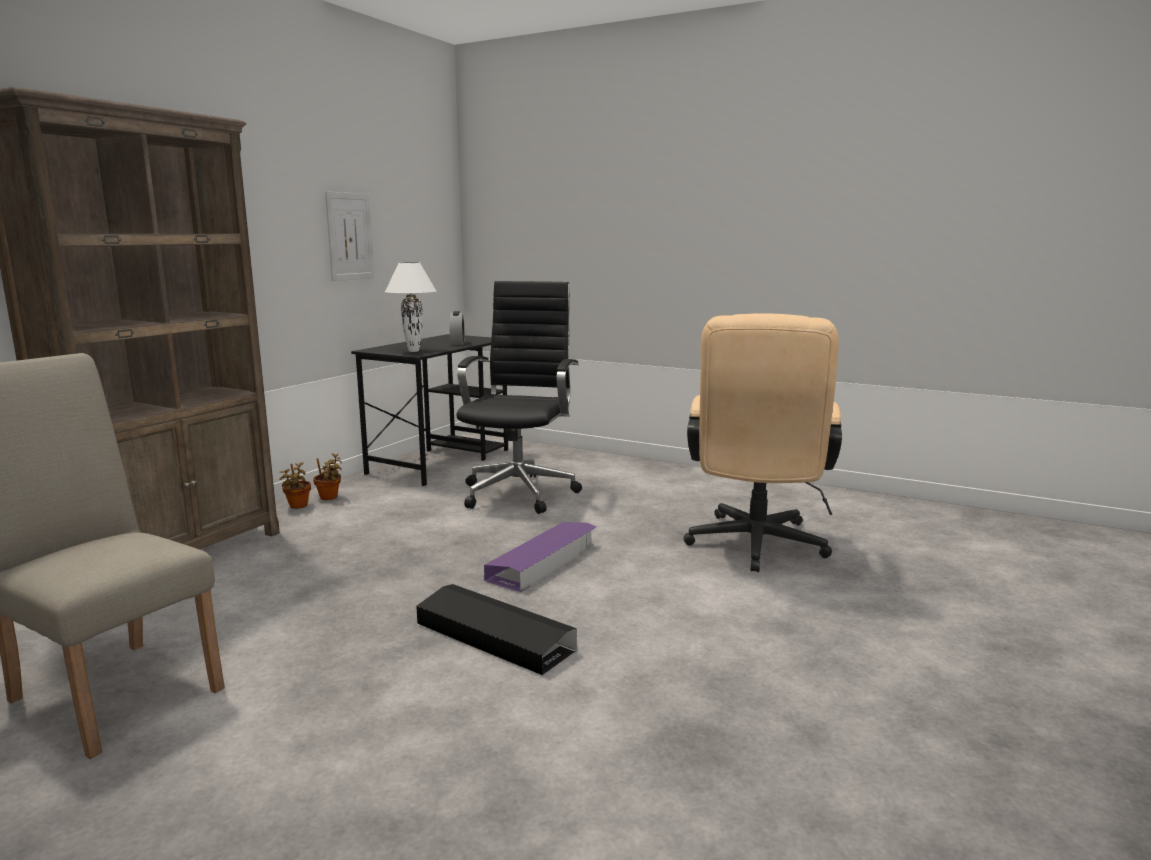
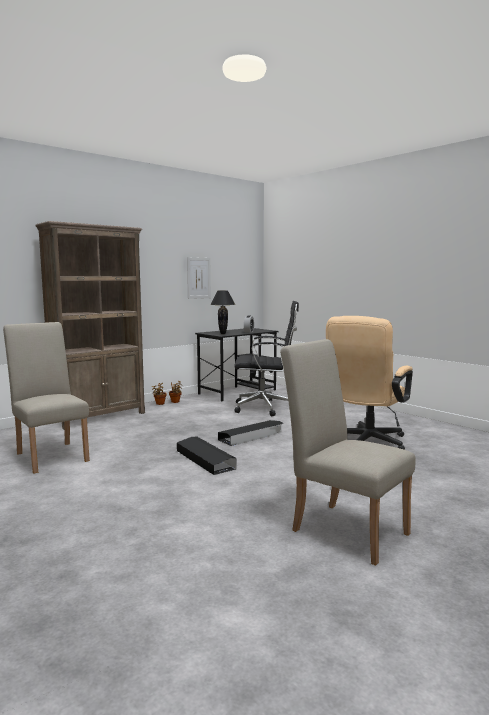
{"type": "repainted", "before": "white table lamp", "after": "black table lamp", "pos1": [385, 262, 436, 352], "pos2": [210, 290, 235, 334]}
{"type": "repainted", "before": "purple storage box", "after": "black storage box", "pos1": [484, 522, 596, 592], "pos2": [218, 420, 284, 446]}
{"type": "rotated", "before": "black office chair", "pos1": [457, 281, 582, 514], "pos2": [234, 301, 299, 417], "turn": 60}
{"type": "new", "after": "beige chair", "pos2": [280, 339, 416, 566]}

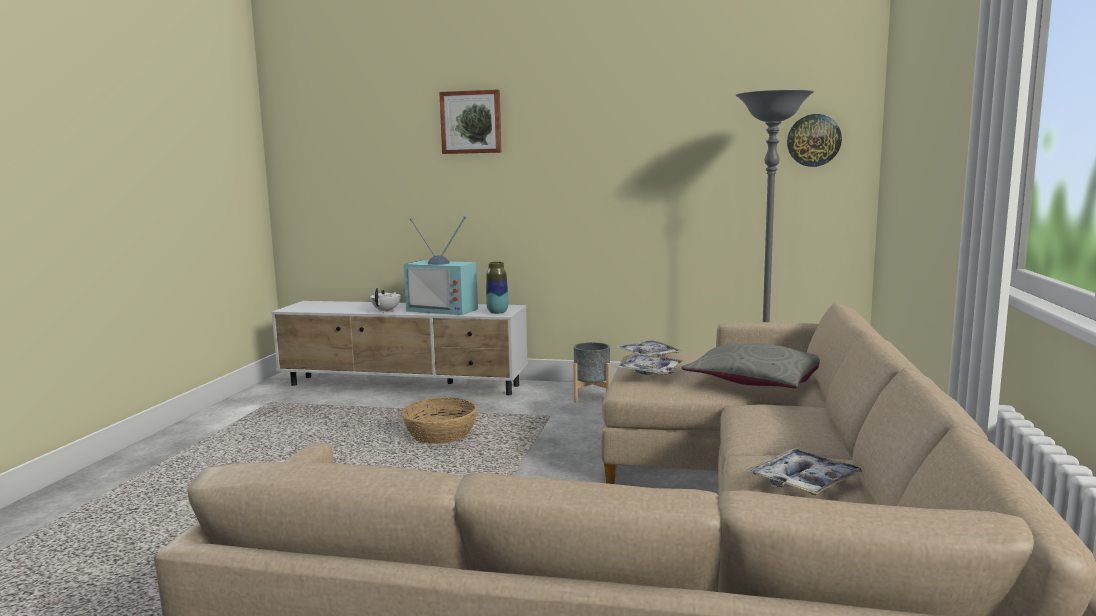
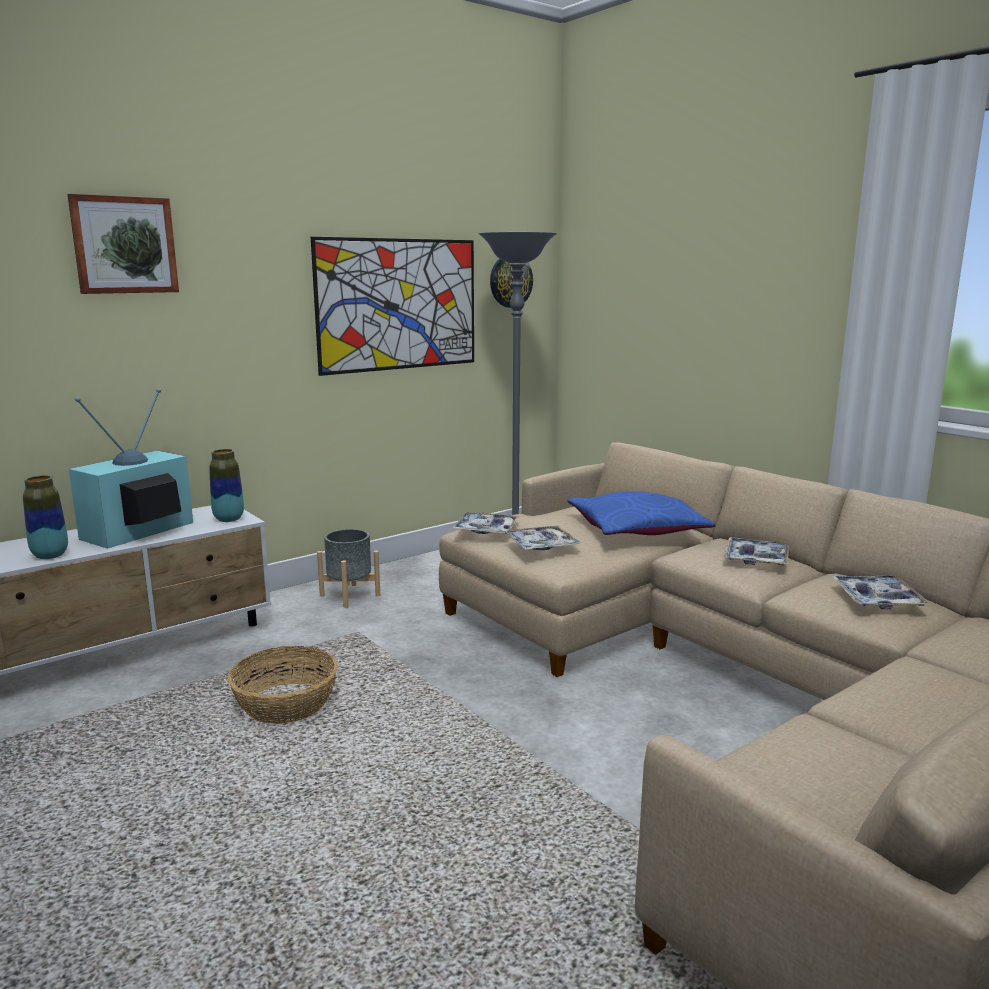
{"type": "swapped", "before": "white teapot", "after": "vase", "pos1": [370, 288, 401, 313], "pos2": [23, 476, 68, 559]}
{"type": "rotated", "before": "television", "pos1": [404, 216, 478, 315], "pos2": [69, 388, 193, 549], "turn": 150}
{"type": "new", "after": "picture", "pos2": [311, 237, 474, 376]}
{"type": "repainted", "before": "grey pillow", "after": "blue pillow", "pos1": [682, 343, 820, 388], "pos2": [567, 491, 716, 535]}
{"type": "new", "after": "tray", "pos2": [724, 537, 789, 565]}

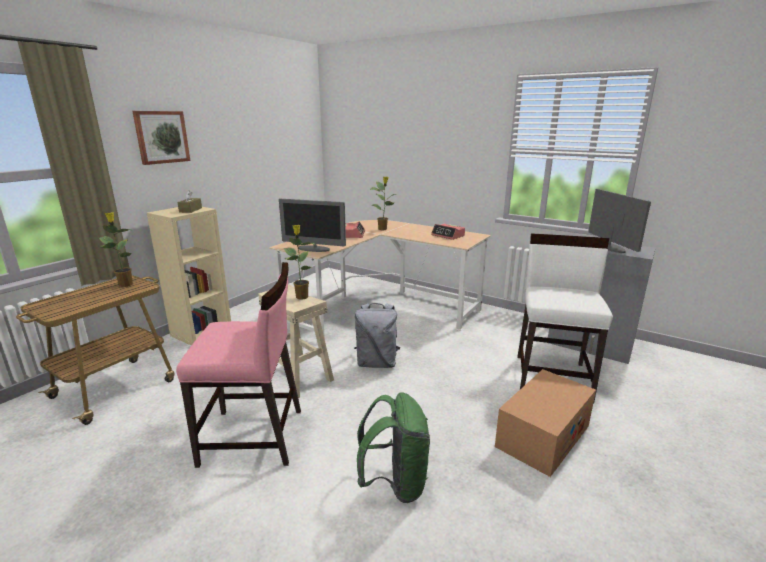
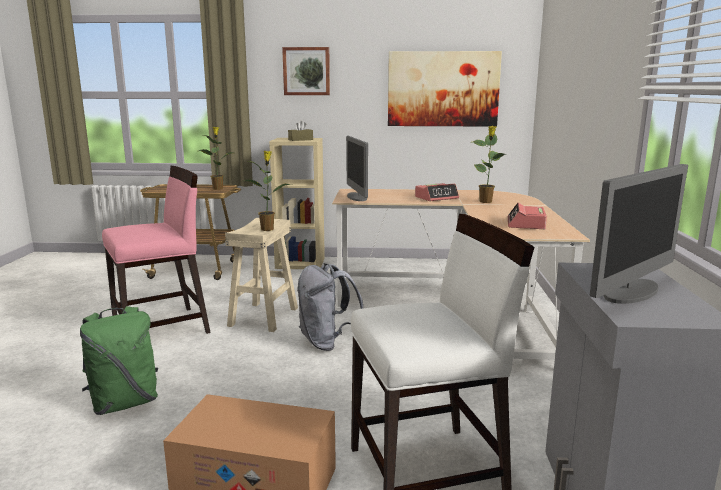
{"type": "rotated", "before": "pink chair", "pos1": [176, 262, 301, 468], "pos2": [102, 166, 211, 334], "turn": -90}
{"type": "new", "after": "picture", "pos2": [388, 51, 502, 127]}

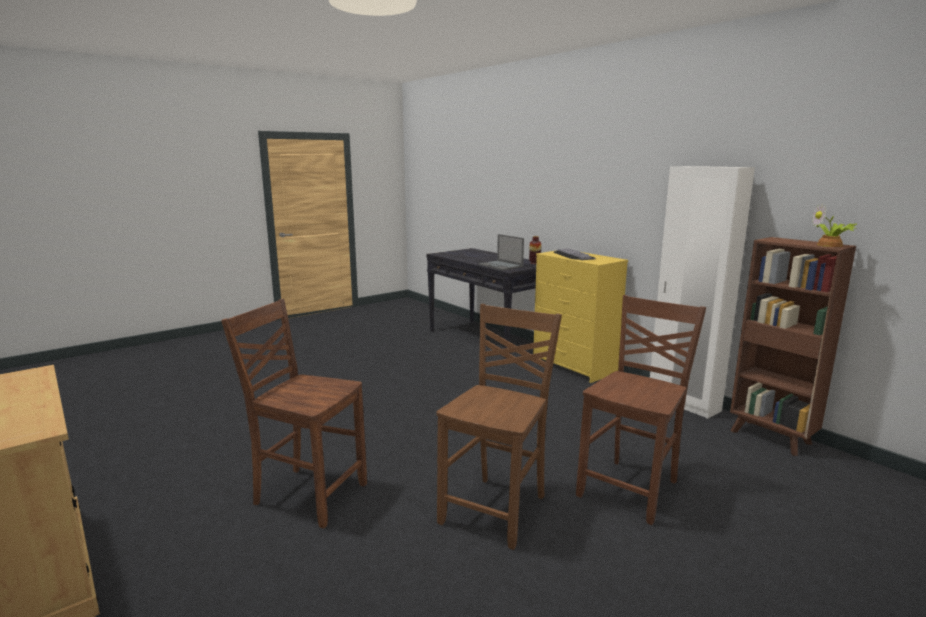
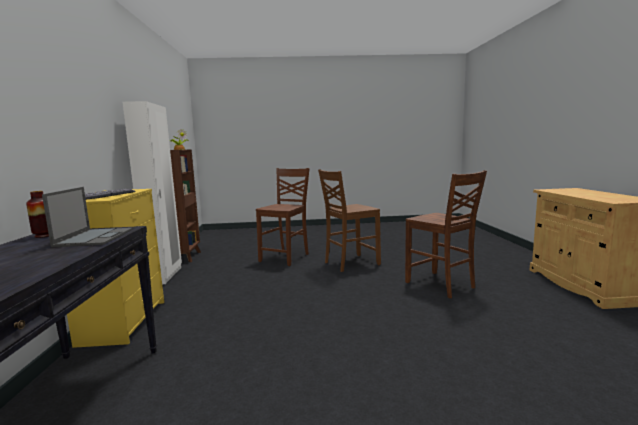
{"type": "rotated", "before": "brown chair", "pos1": [576, 295, 706, 525], "pos2": [256, 168, 310, 266], "turn": 135}

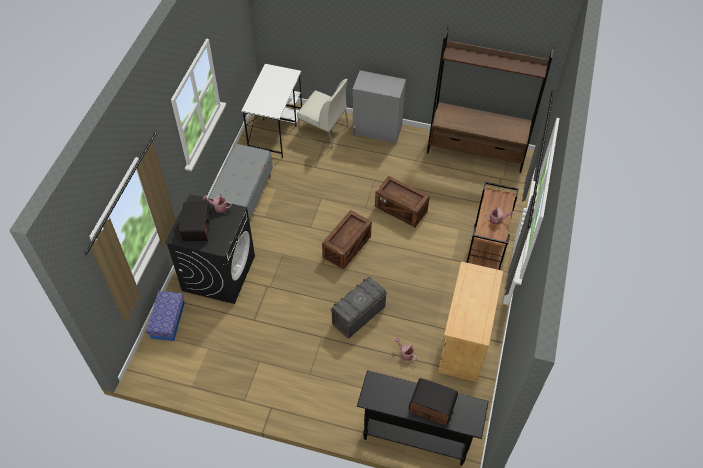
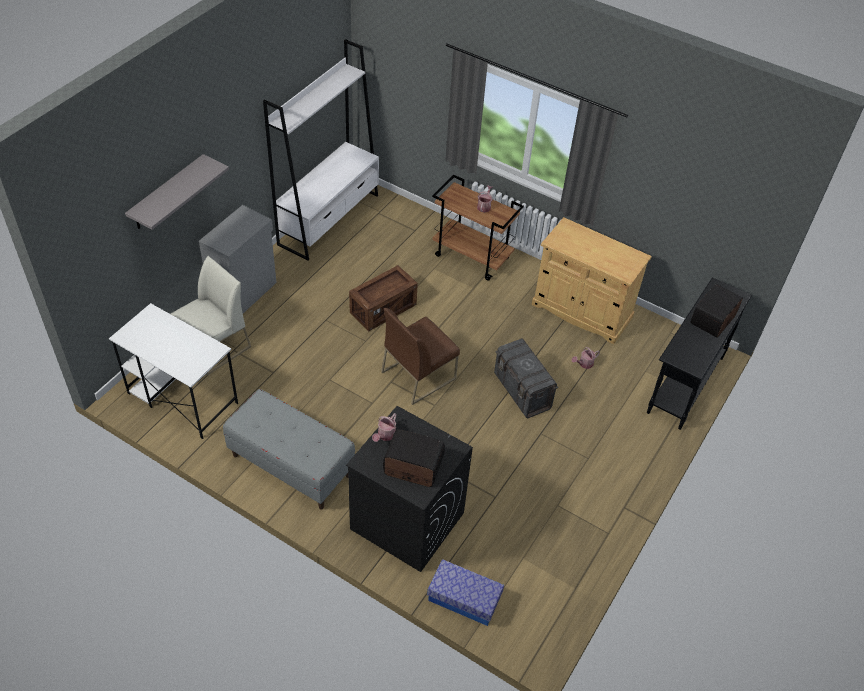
{"type": "new", "after": "grey shelf", "pos2": [125, 154, 229, 230]}
{"type": "repainted", "before": "brown bookcase", "after": "white bookcase", "pos1": [427, 27, 554, 173], "pos2": [263, 39, 379, 261]}
{"type": "swapped", "before": "crate", "after": "brown chair", "pos1": [322, 210, 372, 270], "pos2": [381, 308, 460, 405]}

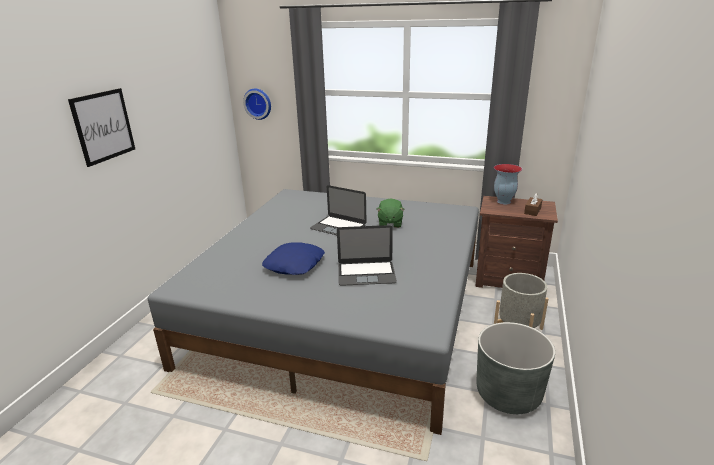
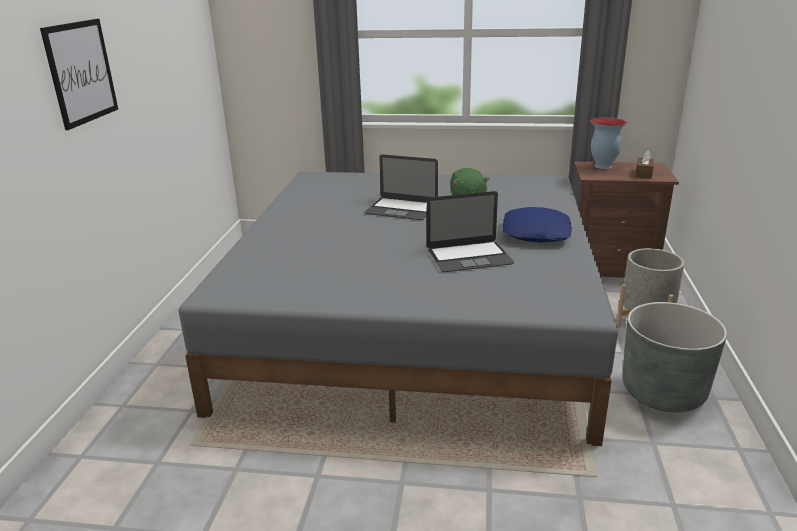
{"type": "shifted", "before": "blue pillow", "pos1": [262, 242, 325, 275], "pos2": [503, 207, 572, 242]}
{"type": "gone", "before": "wall clock", "pos1": [243, 89, 271, 120]}

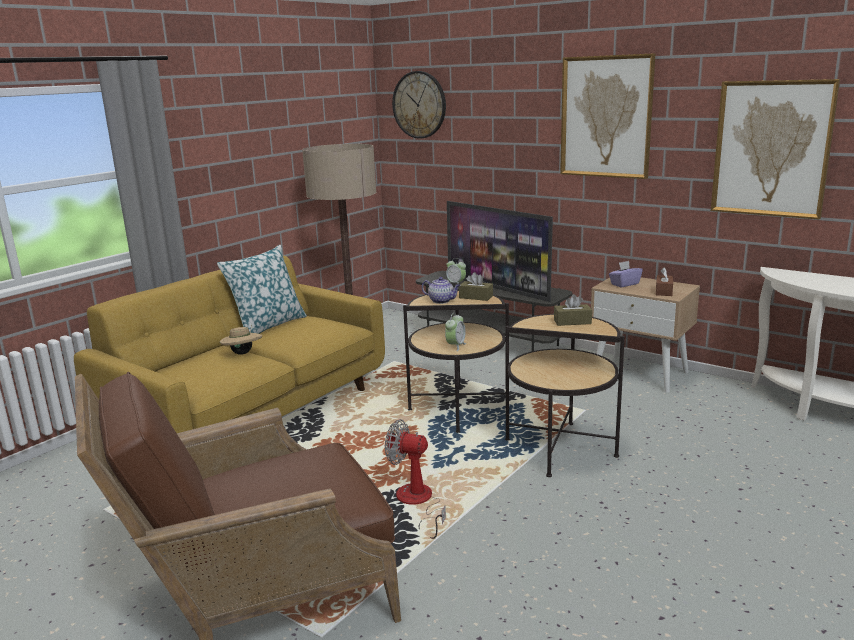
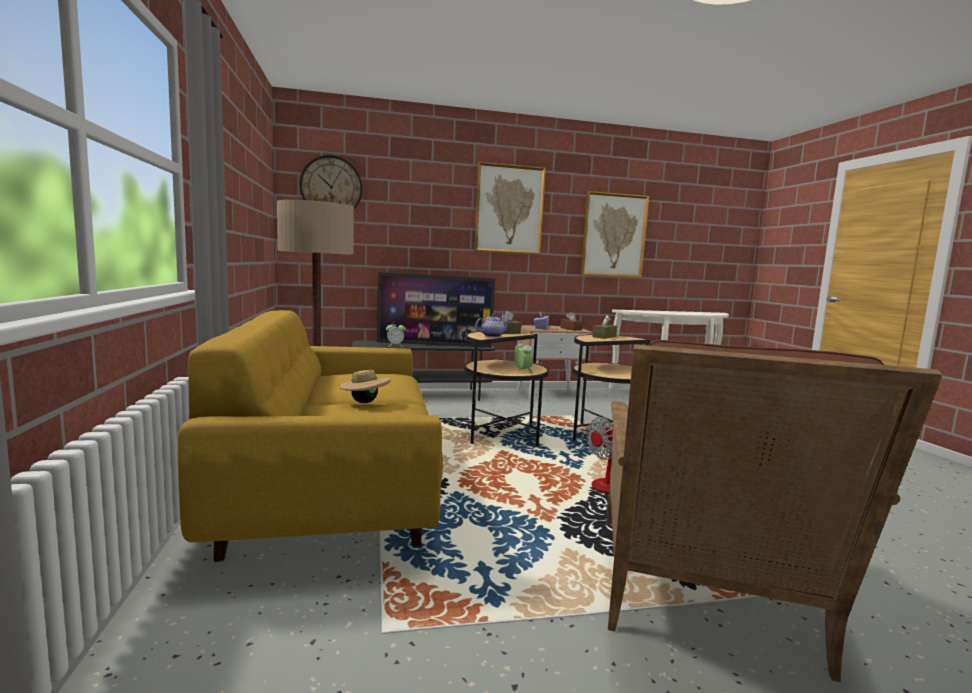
{"type": "gone", "before": "pillow", "pos1": [217, 245, 307, 334]}

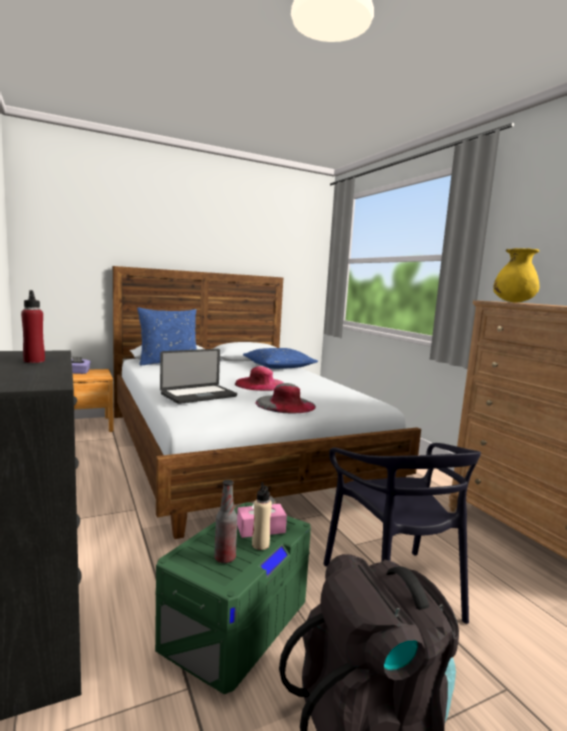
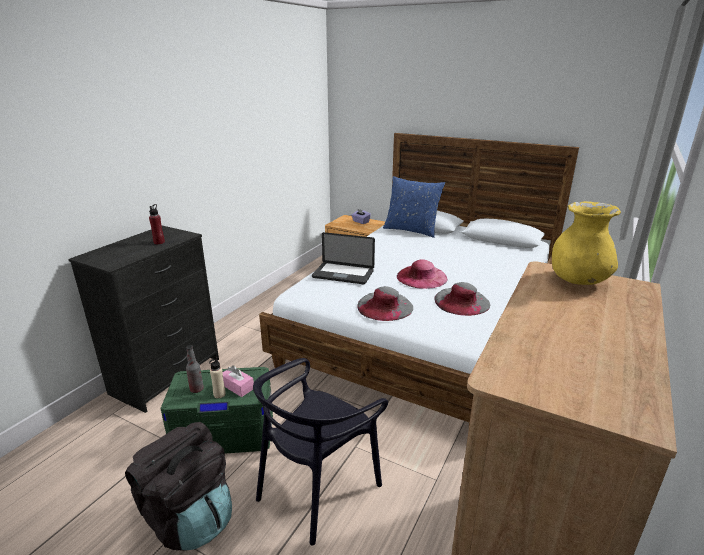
{"type": "new", "after": "grey hat", "pos2": [435, 282, 491, 316]}
{"type": "gone", "before": "blue pillow", "pos1": [243, 348, 318, 369]}

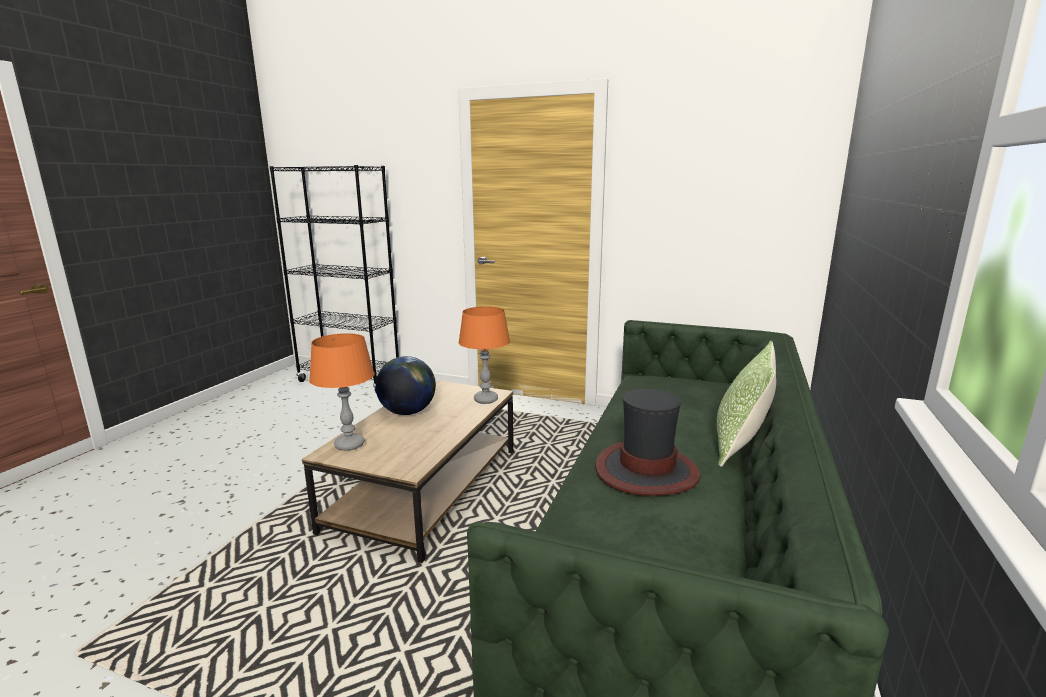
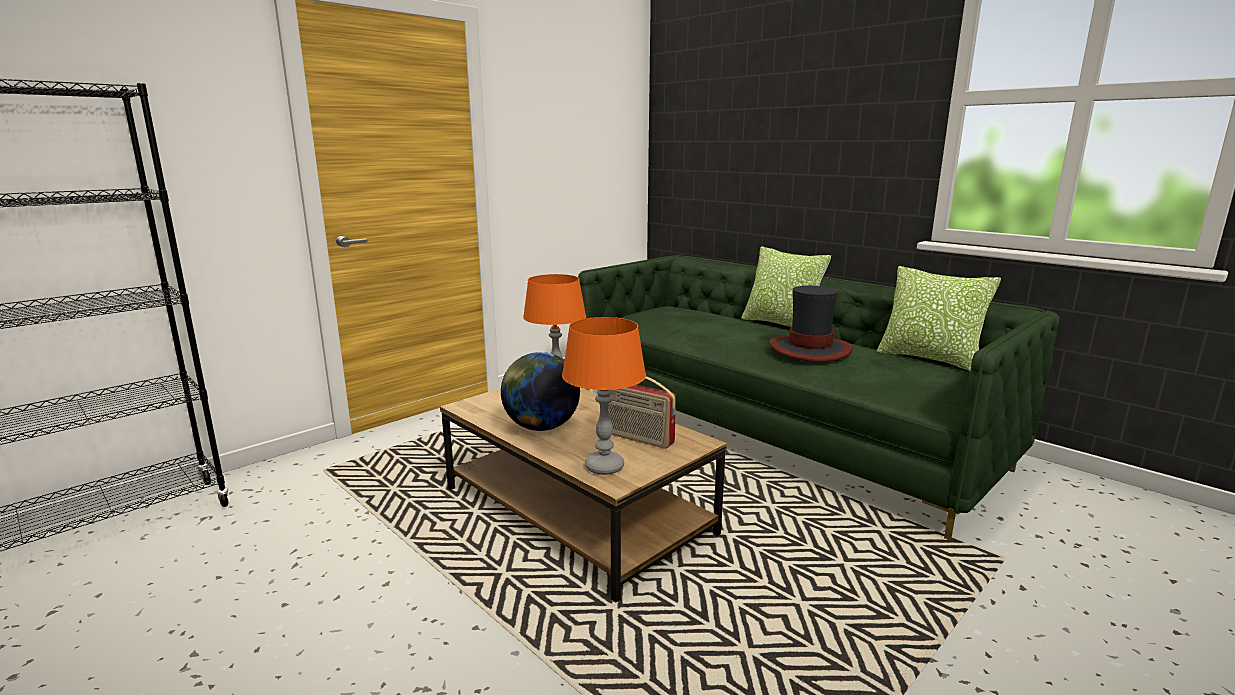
{"type": "new", "after": "radio", "pos2": [608, 376, 676, 449]}
{"type": "new", "after": "pillow", "pos2": [877, 266, 1001, 371]}

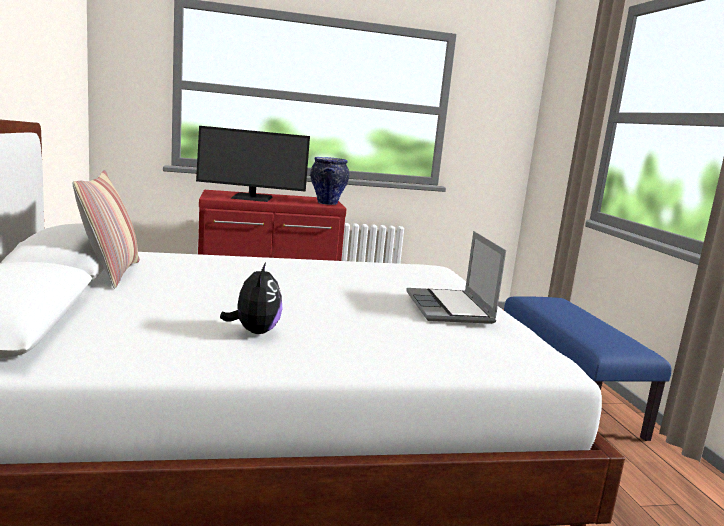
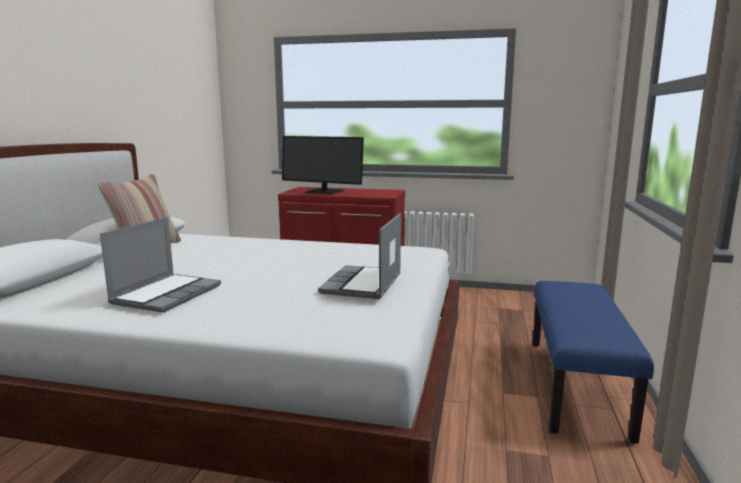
{"type": "swapped", "before": "plush toy", "after": "laptop", "pos1": [220, 263, 282, 334], "pos2": [100, 217, 221, 313]}
{"type": "gone", "before": "vase", "pos1": [310, 157, 349, 205]}

